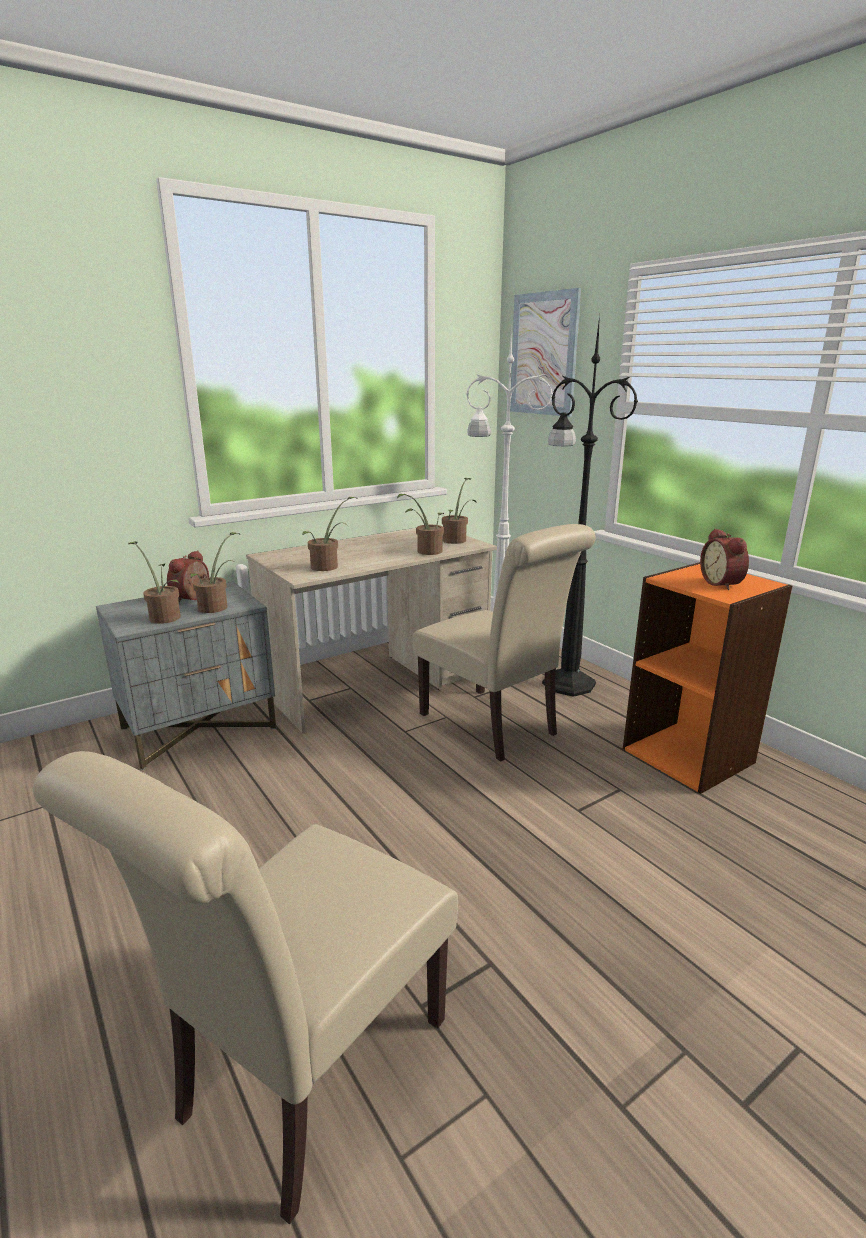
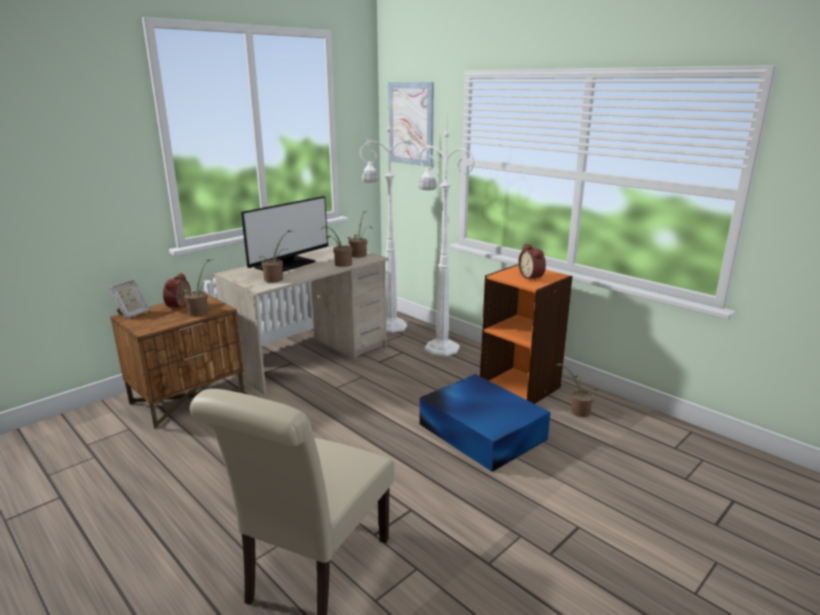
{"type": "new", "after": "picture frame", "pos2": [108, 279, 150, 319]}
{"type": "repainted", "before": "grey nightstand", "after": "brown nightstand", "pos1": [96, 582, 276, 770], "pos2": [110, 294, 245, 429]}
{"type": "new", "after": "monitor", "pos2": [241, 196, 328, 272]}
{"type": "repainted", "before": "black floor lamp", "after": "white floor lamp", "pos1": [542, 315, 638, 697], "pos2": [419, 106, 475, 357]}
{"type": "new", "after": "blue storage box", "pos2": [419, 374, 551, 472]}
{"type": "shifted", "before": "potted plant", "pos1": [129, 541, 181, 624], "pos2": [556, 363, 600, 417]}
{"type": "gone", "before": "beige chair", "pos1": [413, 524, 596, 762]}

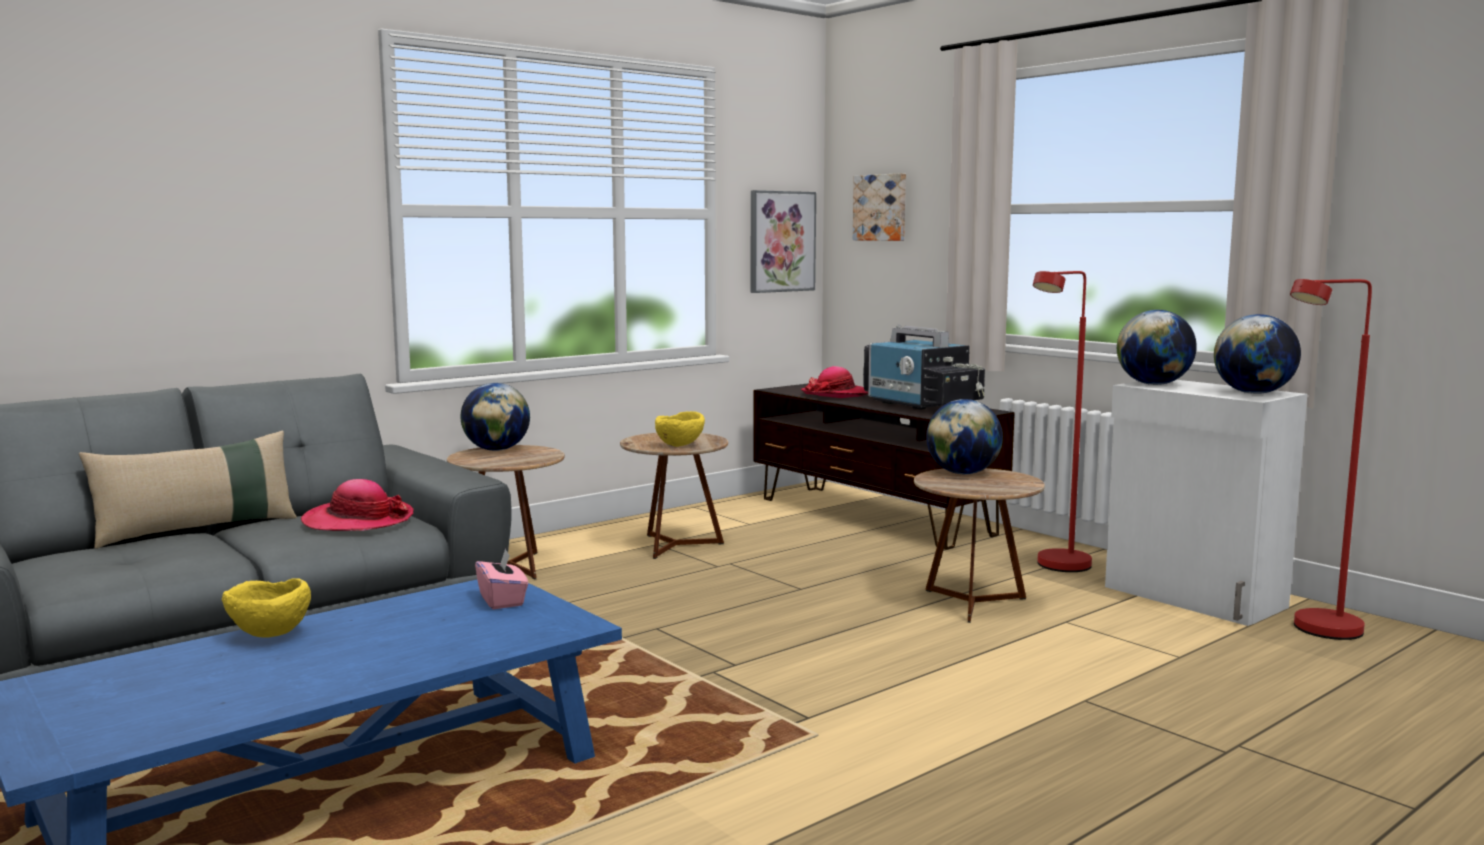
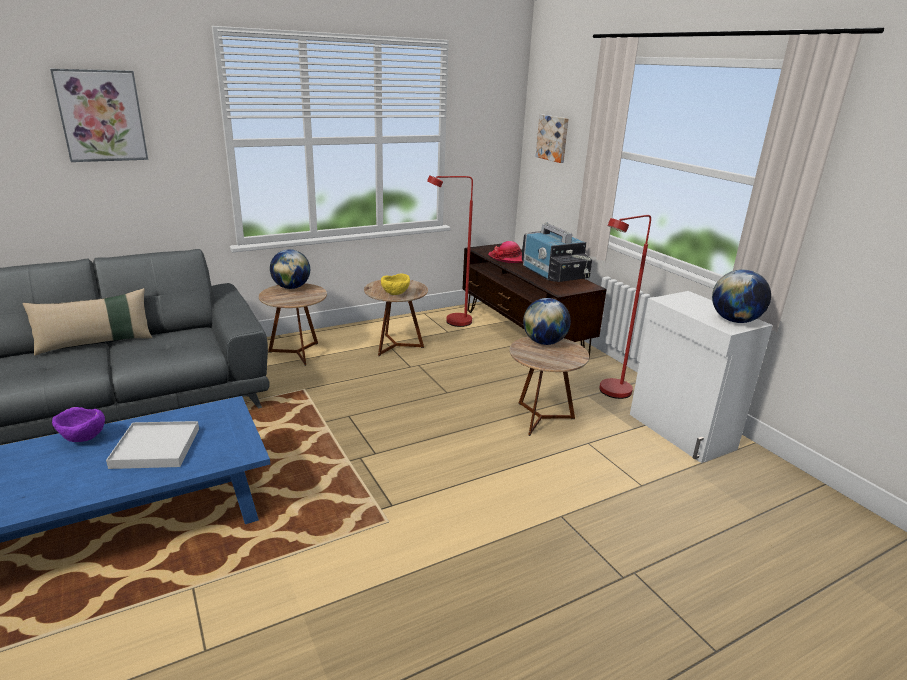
{"type": "shifted", "before": "picture", "pos1": [751, 190, 816, 293], "pos2": [50, 68, 148, 162]}
{"type": "repainted", "before": "yellow bowl", "after": "purple bowl", "pos1": [222, 578, 311, 637], "pos2": [52, 407, 105, 442]}
{"type": "new", "after": "white tray", "pos2": [106, 421, 199, 469]}
{"type": "shifted", "before": "red floor lamp", "pos1": [1290, 279, 1372, 640], "pos2": [427, 175, 473, 327]}
{"type": "gone", "before": "hat", "pos1": [301, 479, 414, 531]}
{"type": "gone", "before": "pink tissue box", "pos1": [475, 548, 528, 609]}
{"type": "gone", "before": "globe", "pos1": [1117, 310, 1197, 385]}

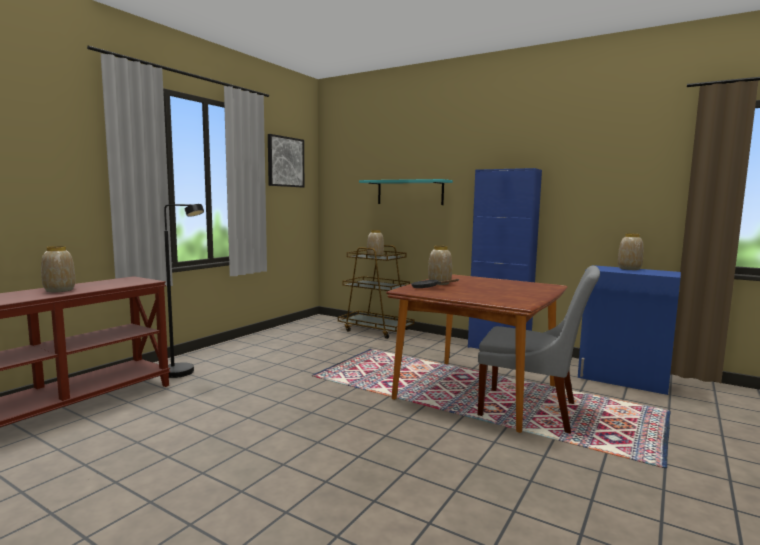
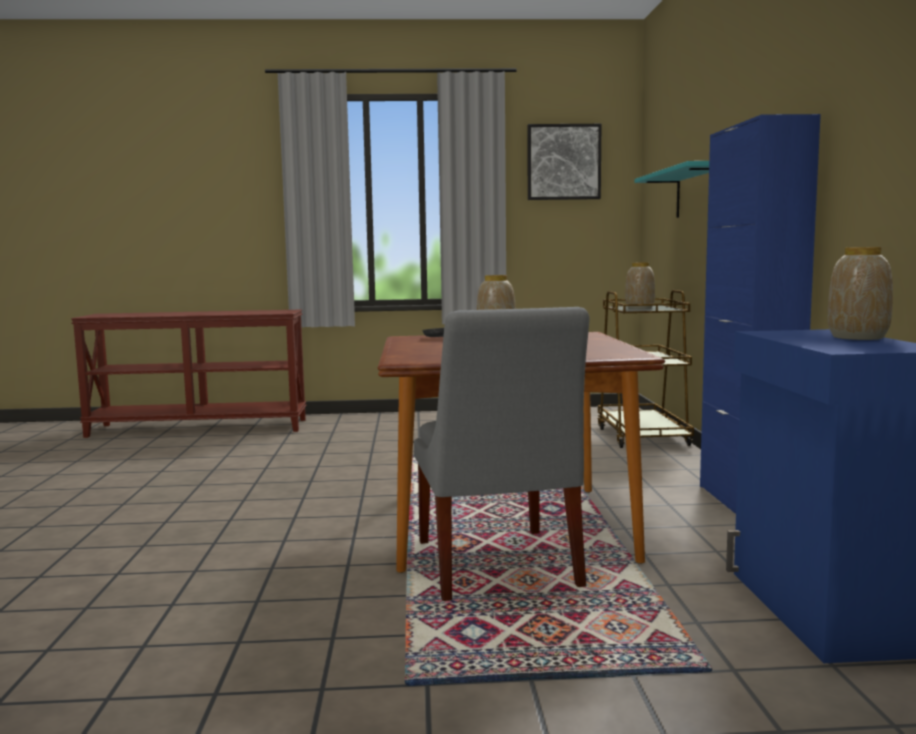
{"type": "gone", "before": "vase", "pos1": [41, 246, 75, 292]}
{"type": "gone", "before": "black floor lamp", "pos1": [164, 204, 204, 378]}

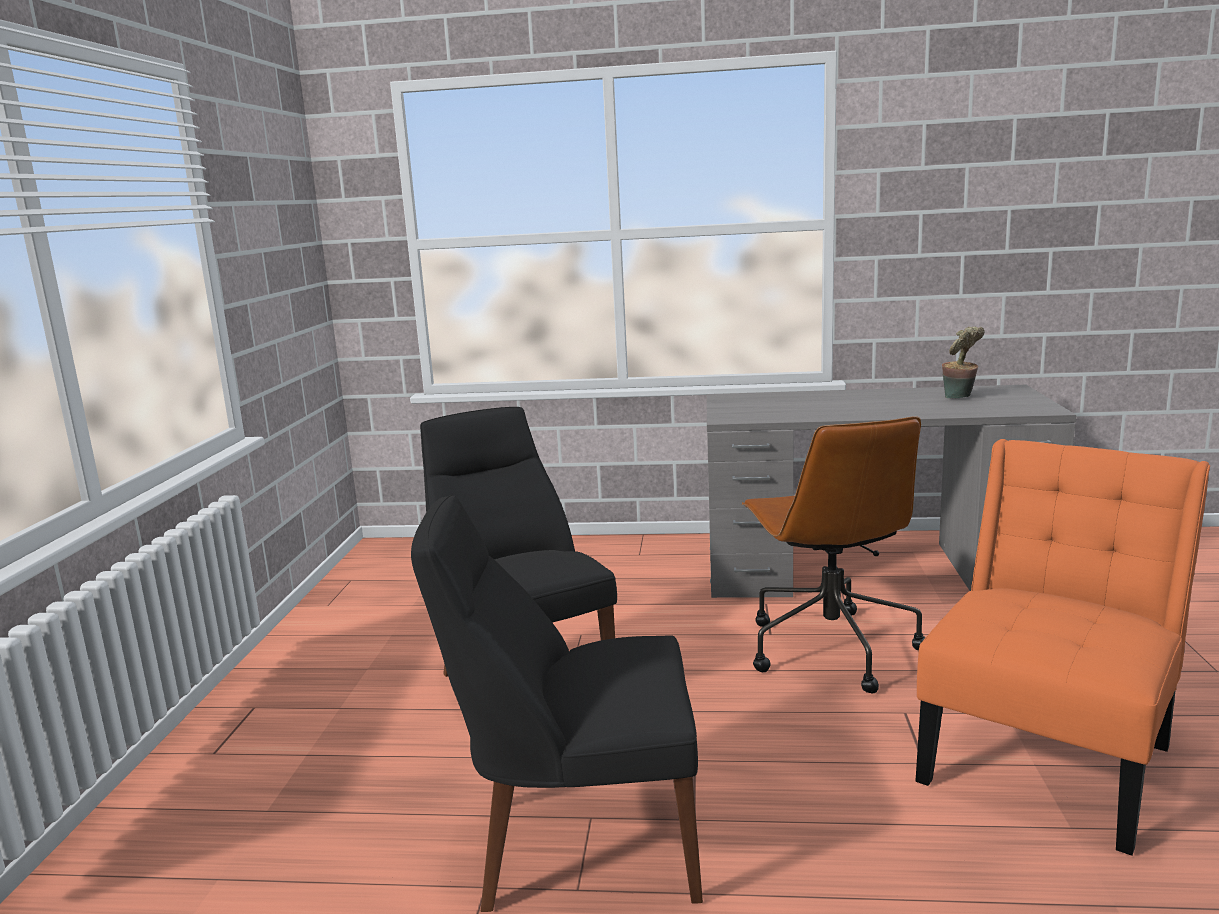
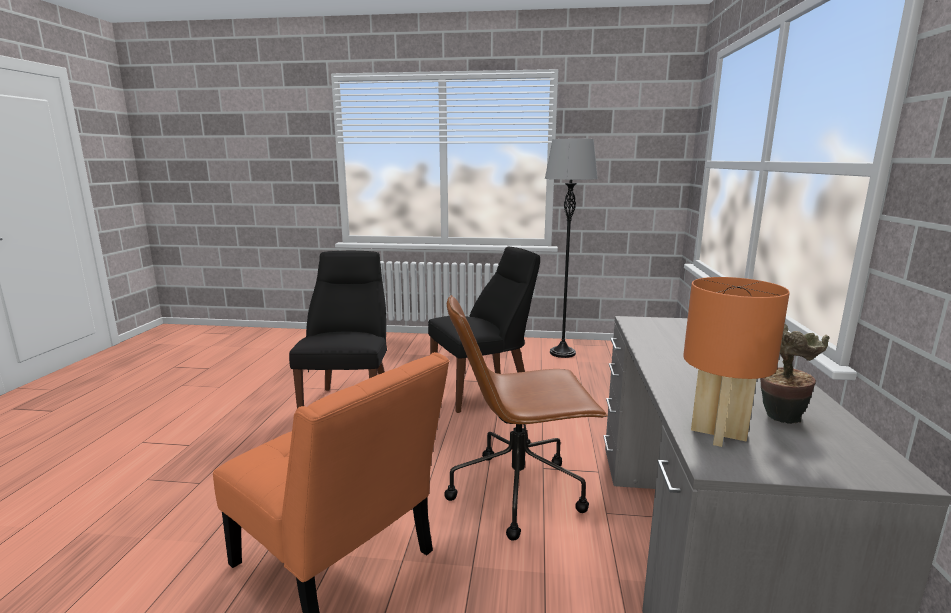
{"type": "new", "after": "grey floor lamp", "pos2": [545, 139, 598, 358]}
{"type": "new", "after": "orange table lamp", "pos2": [683, 277, 790, 447]}

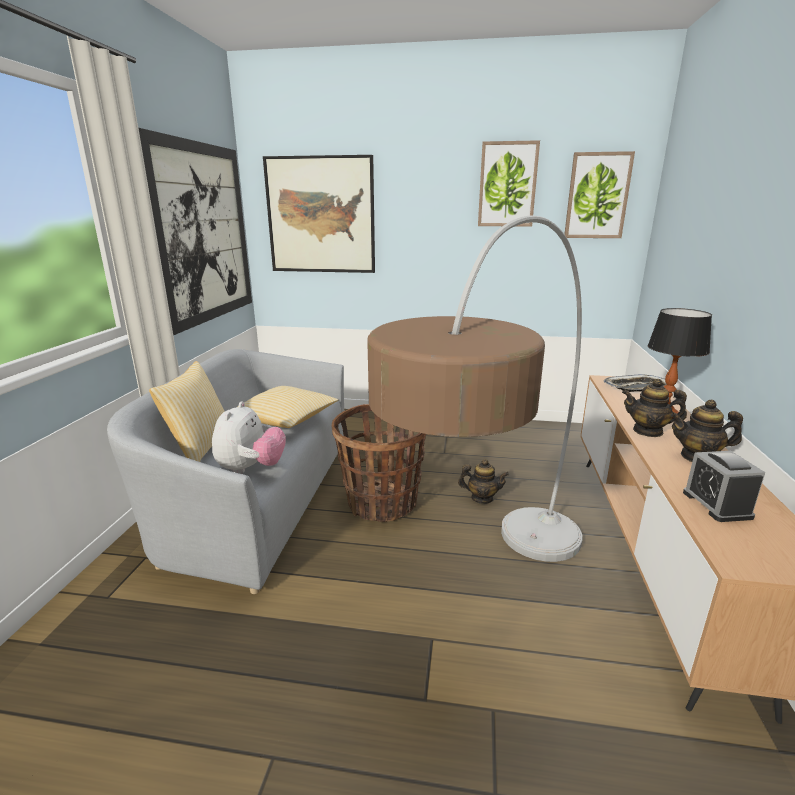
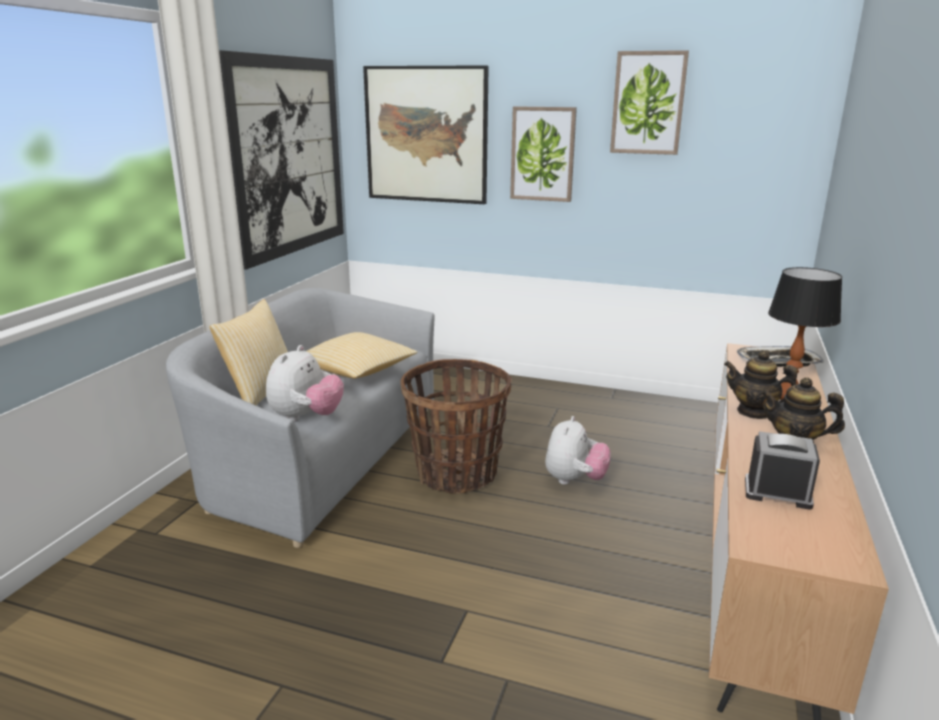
{"type": "shifted", "before": "picture", "pos1": [565, 151, 635, 238], "pos2": [510, 106, 577, 202]}
{"type": "swapped", "before": "teapot", "after": "plush toy", "pos1": [458, 459, 509, 504], "pos2": [545, 416, 611, 485]}
{"type": "rotated", "before": "alarm clock", "pos1": [683, 451, 765, 522], "pos2": [745, 431, 820, 510], "turn": 105}
{"type": "gone", "before": "floor lamp", "pos1": [367, 216, 582, 562]}

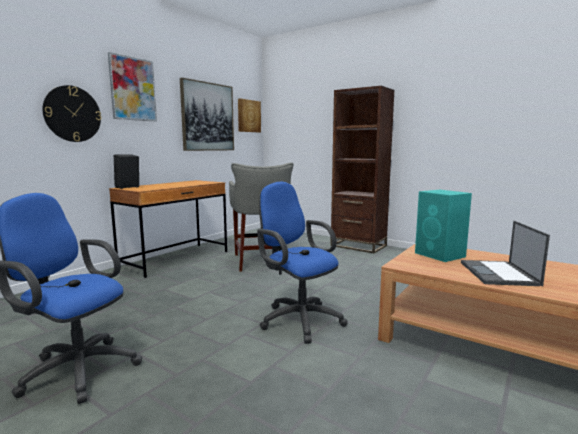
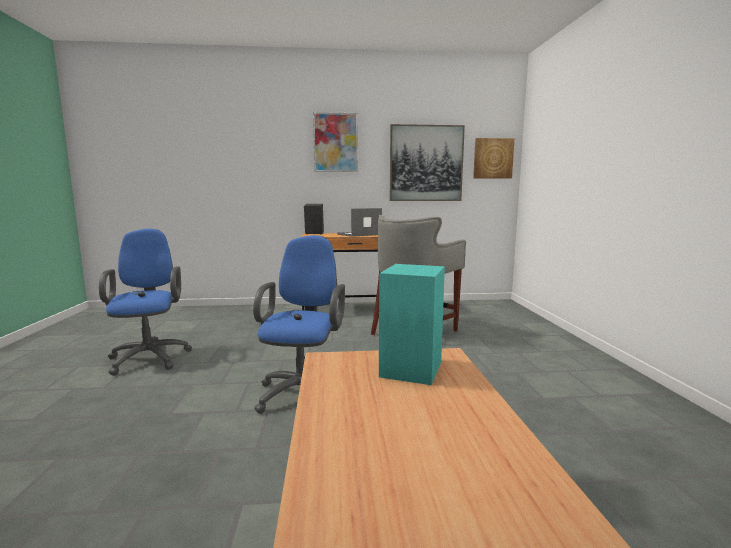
{"type": "shifted", "before": "laptop", "pos1": [461, 221, 550, 286], "pos2": [337, 208, 382, 237]}
{"type": "gone", "before": "wall clock", "pos1": [43, 85, 101, 142]}
{"type": "gone", "before": "brown bookcase", "pos1": [330, 86, 395, 253]}

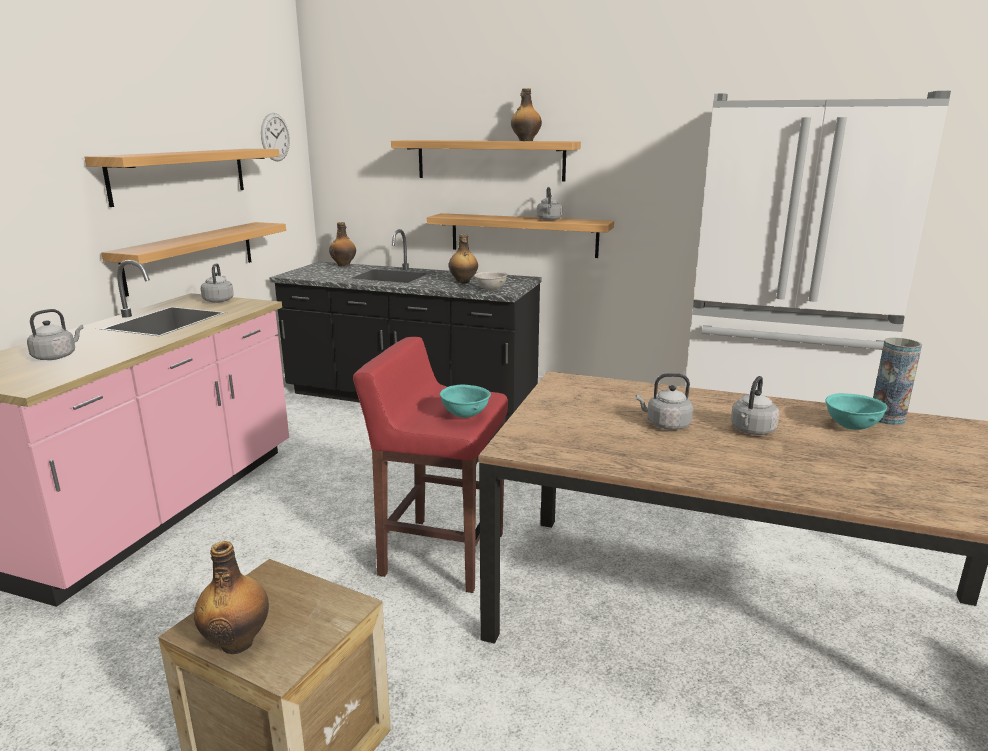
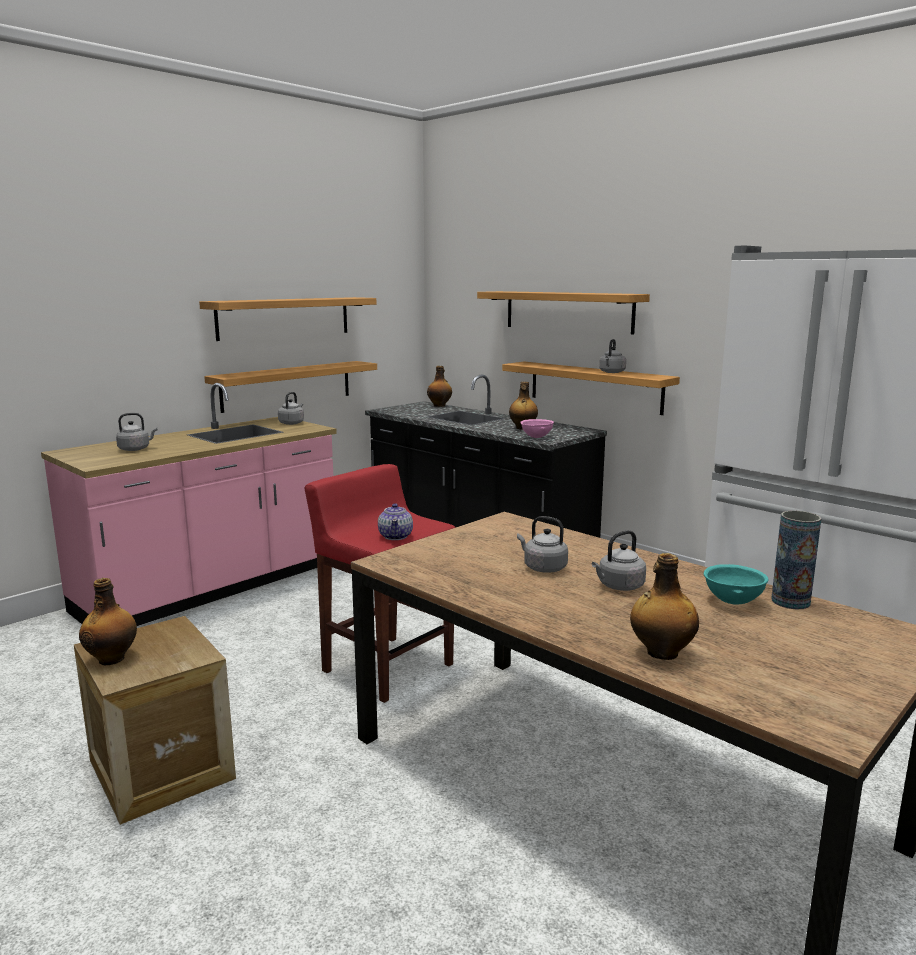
{"type": "swapped", "before": "turquoise bowl", "after": "teapot", "pos1": [440, 385, 491, 418], "pos2": [378, 503, 413, 540]}
{"type": "repainted", "before": "grey bowl", "after": "pink bowl", "pos1": [474, 271, 507, 291], "pos2": [520, 419, 554, 438]}
{"type": "shifted", "before": "bottle", "pos1": [511, 88, 542, 141], "pos2": [630, 553, 699, 660]}
{"type": "gone", "before": "wall clock", "pos1": [261, 113, 290, 161]}

